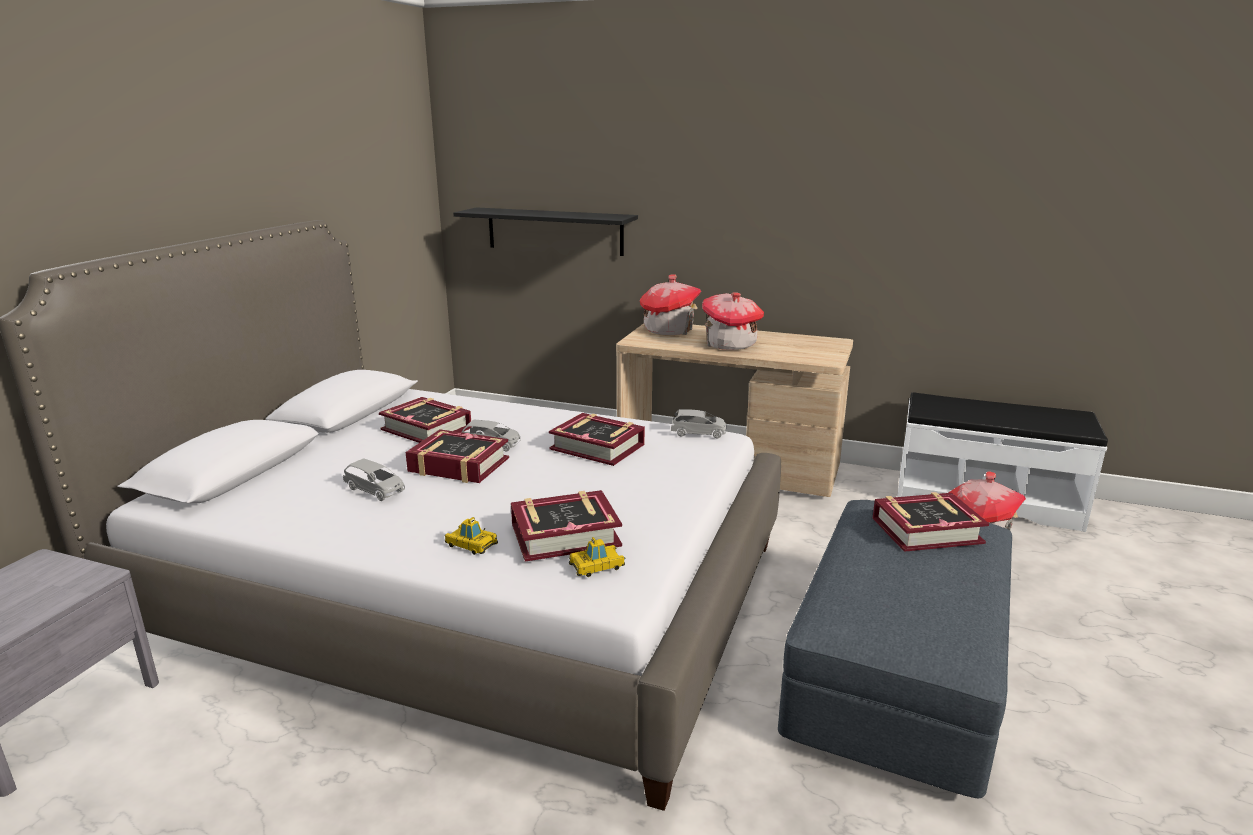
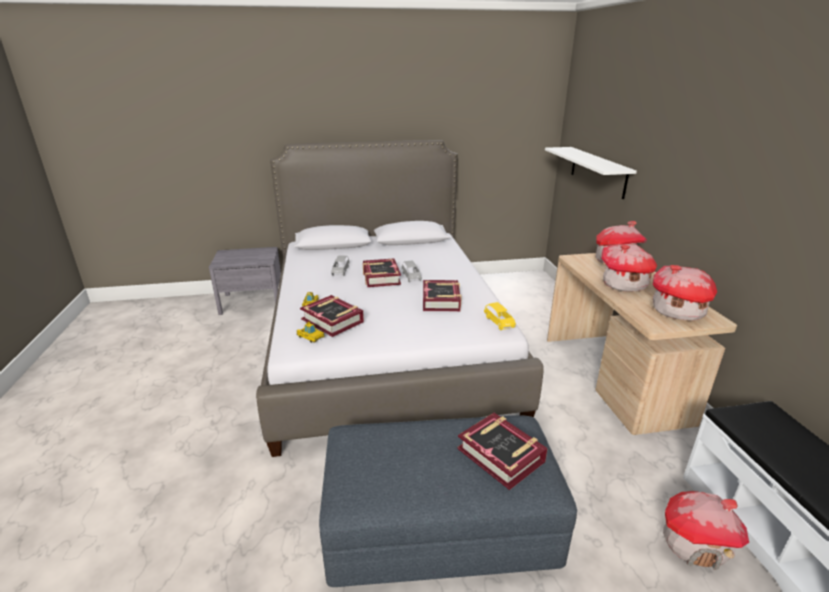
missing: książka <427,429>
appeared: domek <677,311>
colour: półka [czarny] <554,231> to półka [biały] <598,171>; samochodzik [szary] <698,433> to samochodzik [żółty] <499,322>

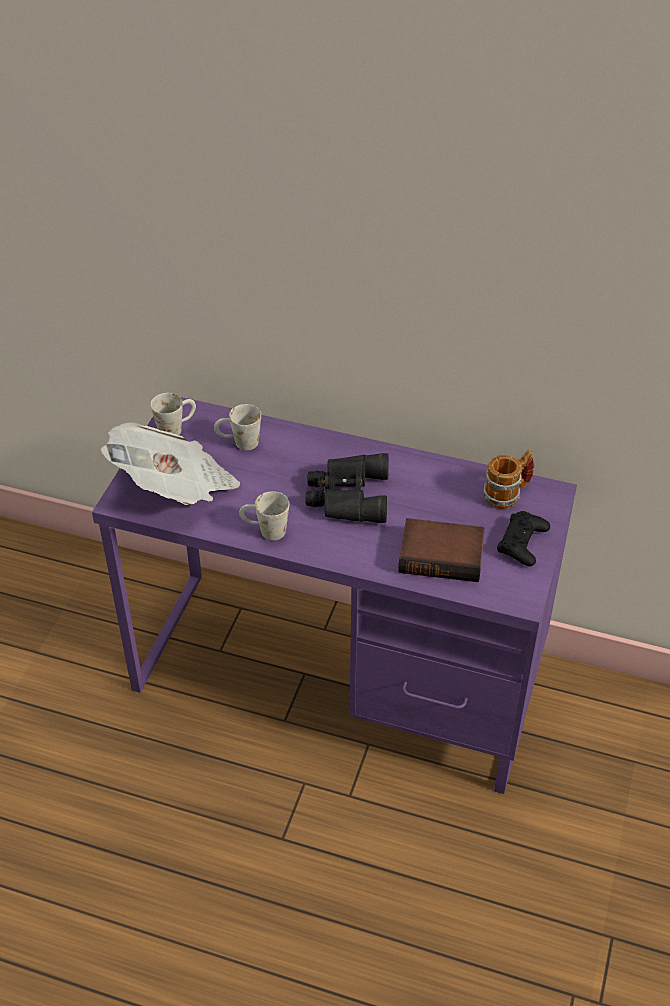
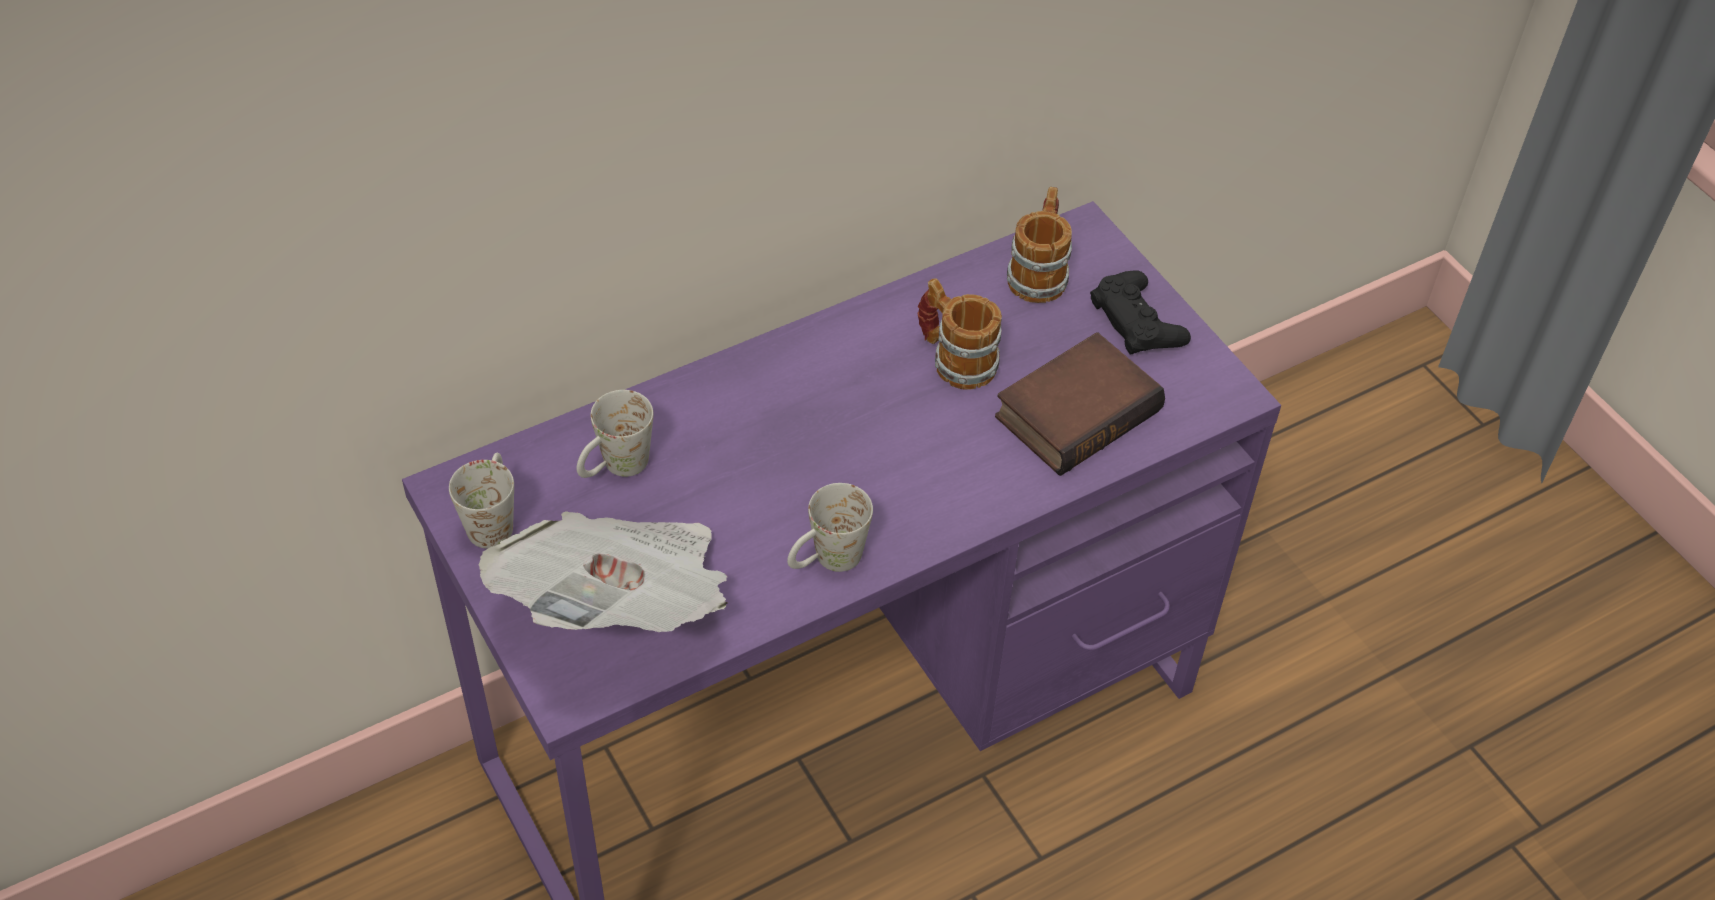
missing: lornetka [czarny] <346,496>
appeared: kubek <955,359>

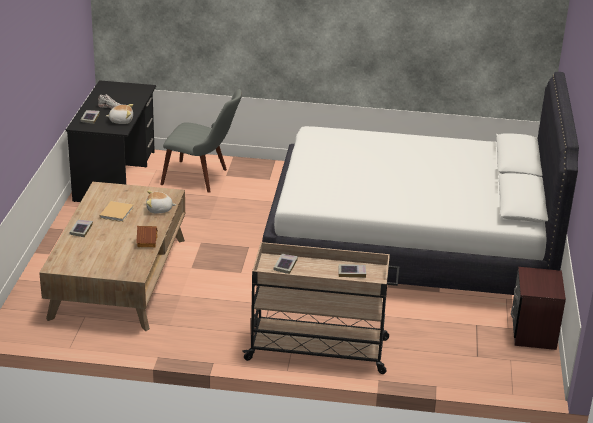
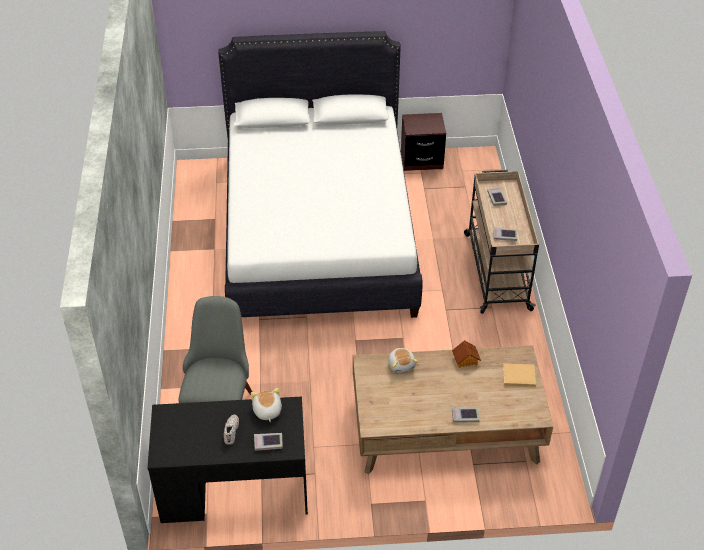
relocated: książka [beżowy] <117,212> to <518,376>

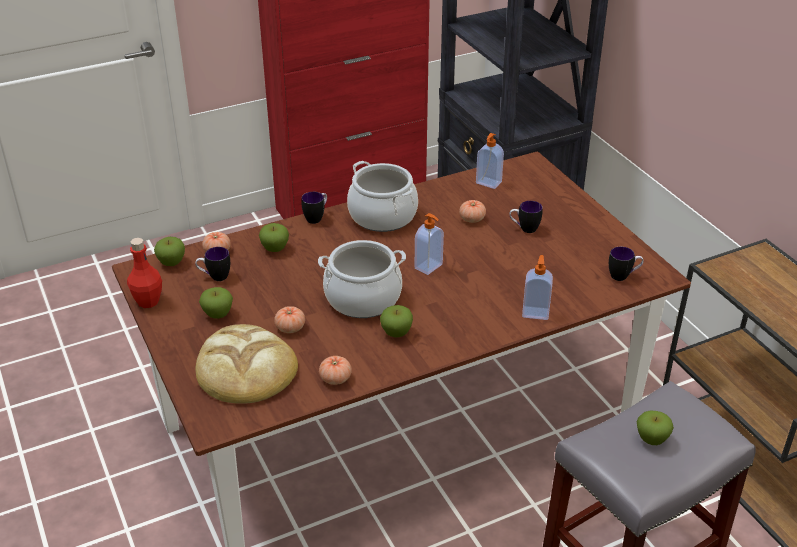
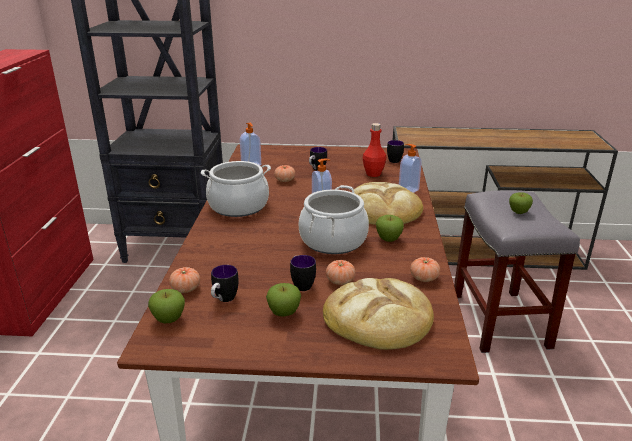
missing: jabłko <275,249>
appeared: chleb <383,209>
relocated: butelka [czerwony] <148,301> to <373,174>; kubek <316,217> to <301,284>

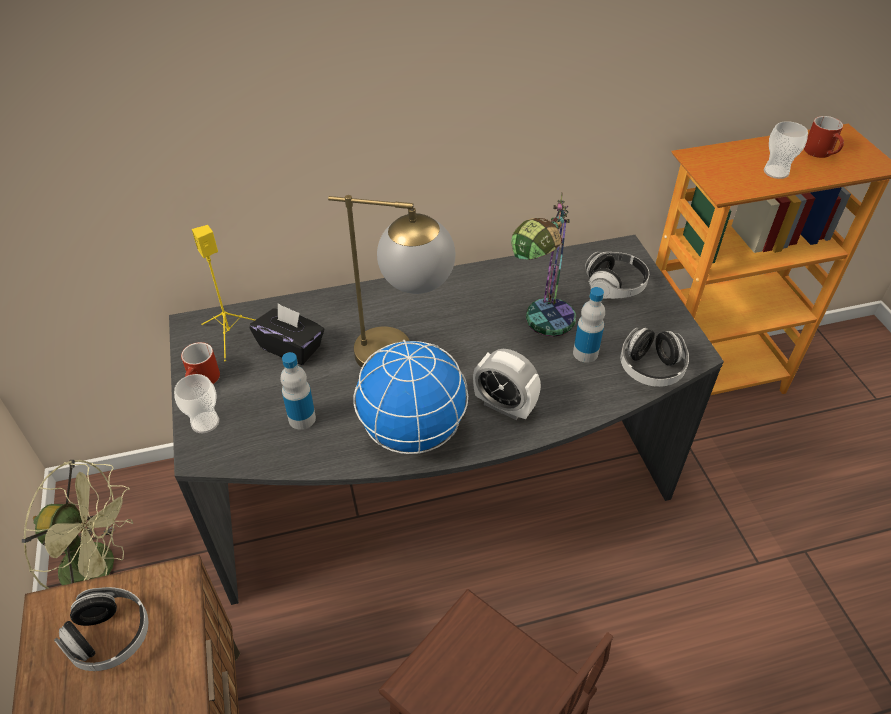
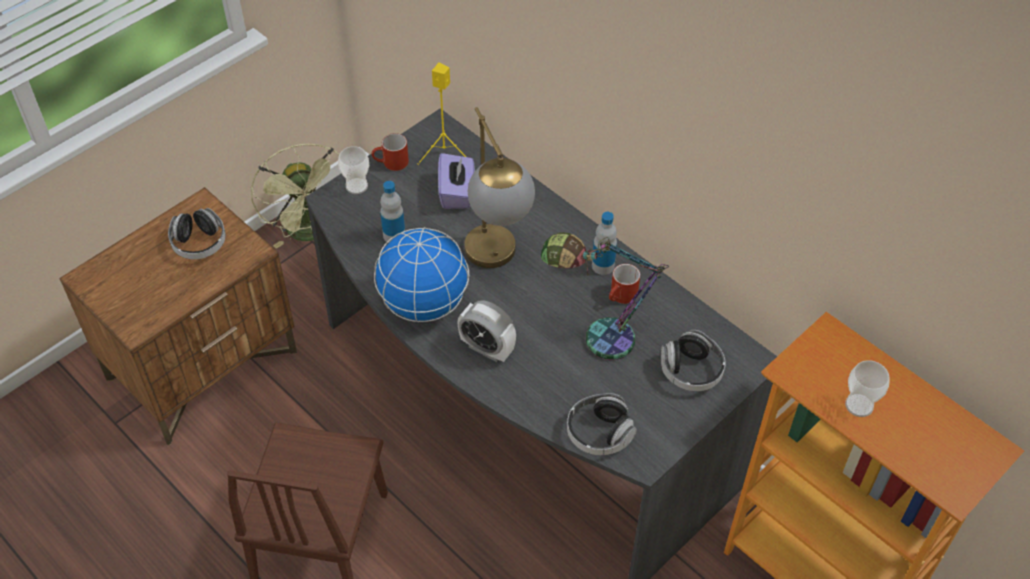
relocated: butelka <585,353> to <603,266>; kubek [czerwony] <822,153> to <621,297>
colour: pudełko chusteczek [czarny] <291,347> to pudełko chusteczek [fioletowy] <457,193>
spun: budzik <504,406> = <487,348> 60 degrees counterclockwise

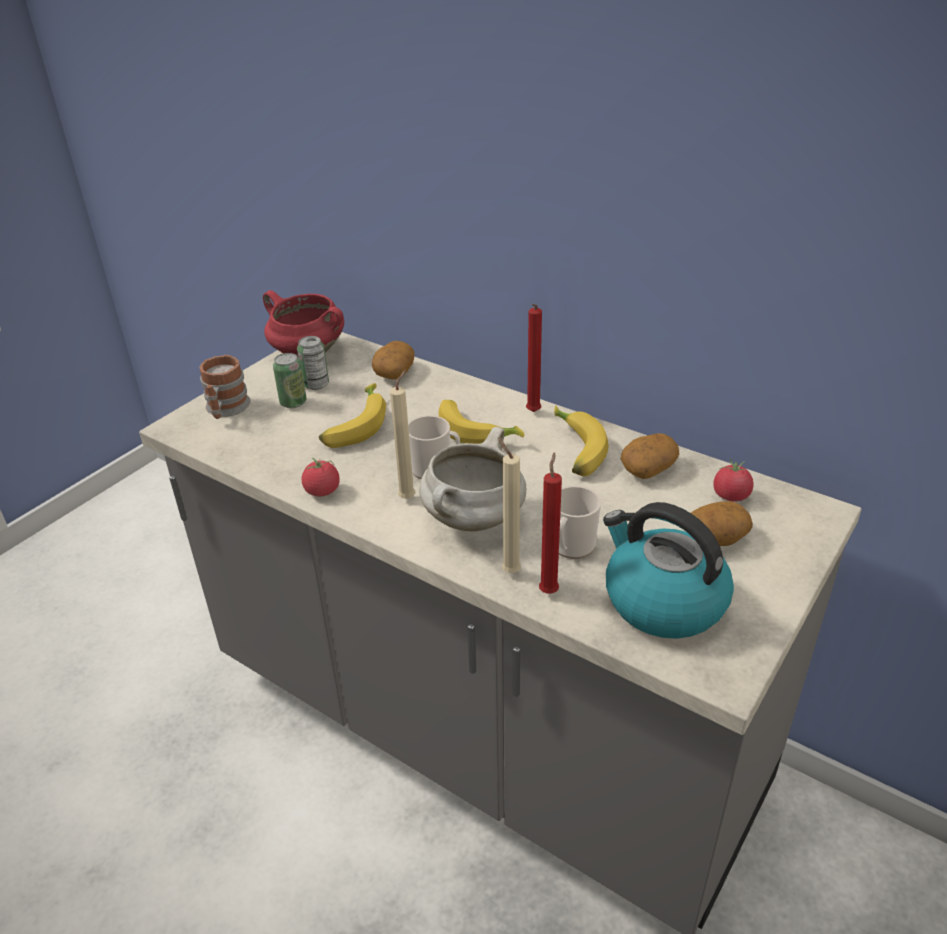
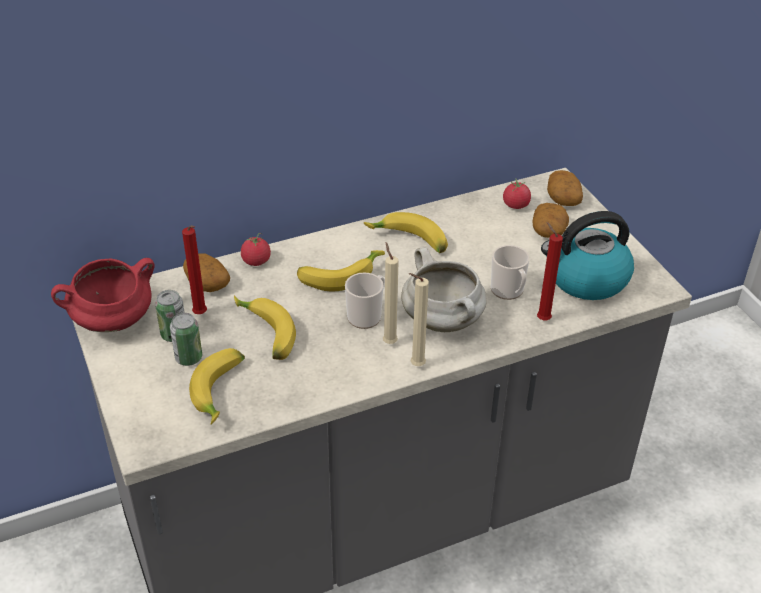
missing: kubek <226,410>
appeared: banan <221,392>
relocated: pomidor <322,491> to <256,261>; świeca [beżowy] <509,570> to <415,365>; świeca [czerwony] <532,413> to <201,315>; ziemniak <648,468> to <562,198>

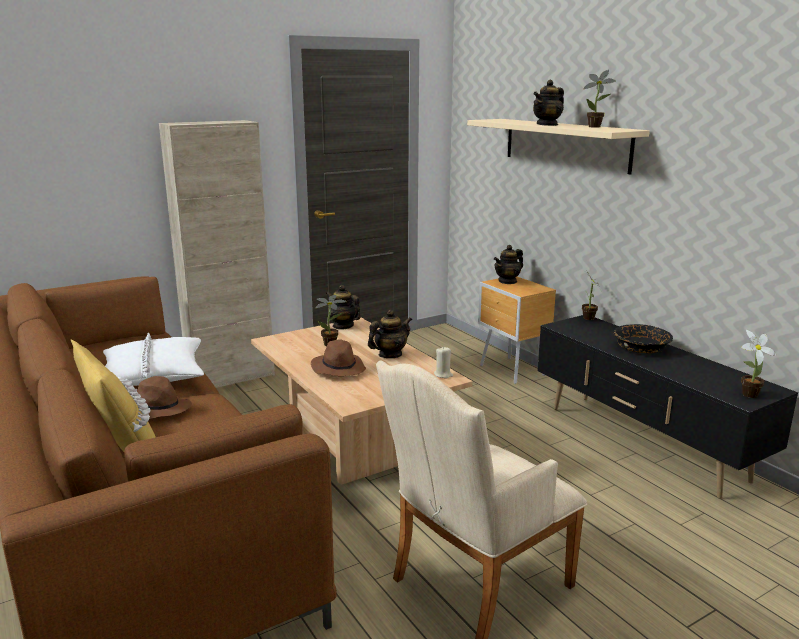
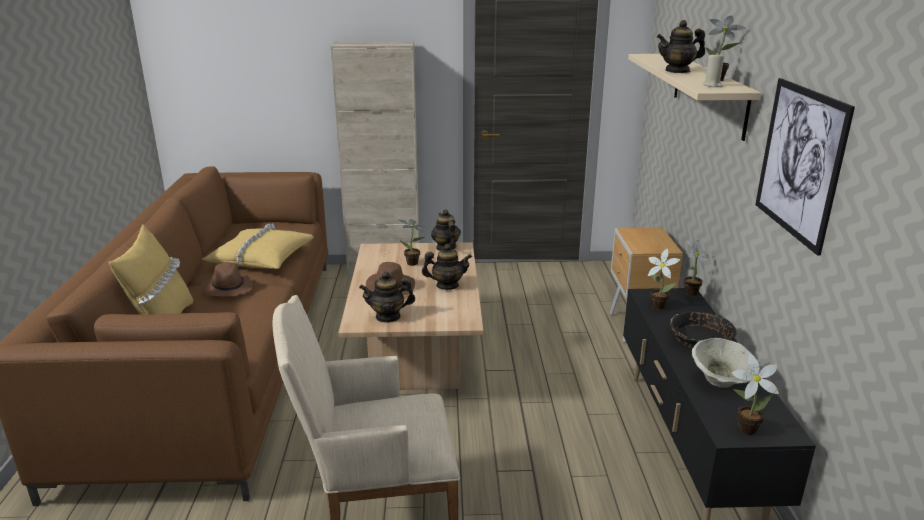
appeared: roślina doniczkowa <656,305>; miska [beżowy] <721,382>; obraz <799,162>
relocated: świeca [beżowy] <443,375> to <712,85>; imbryk <507,281> to <388,316>
colour: poduszka [biały] <153,373> to poduszka [żółty] <260,258>

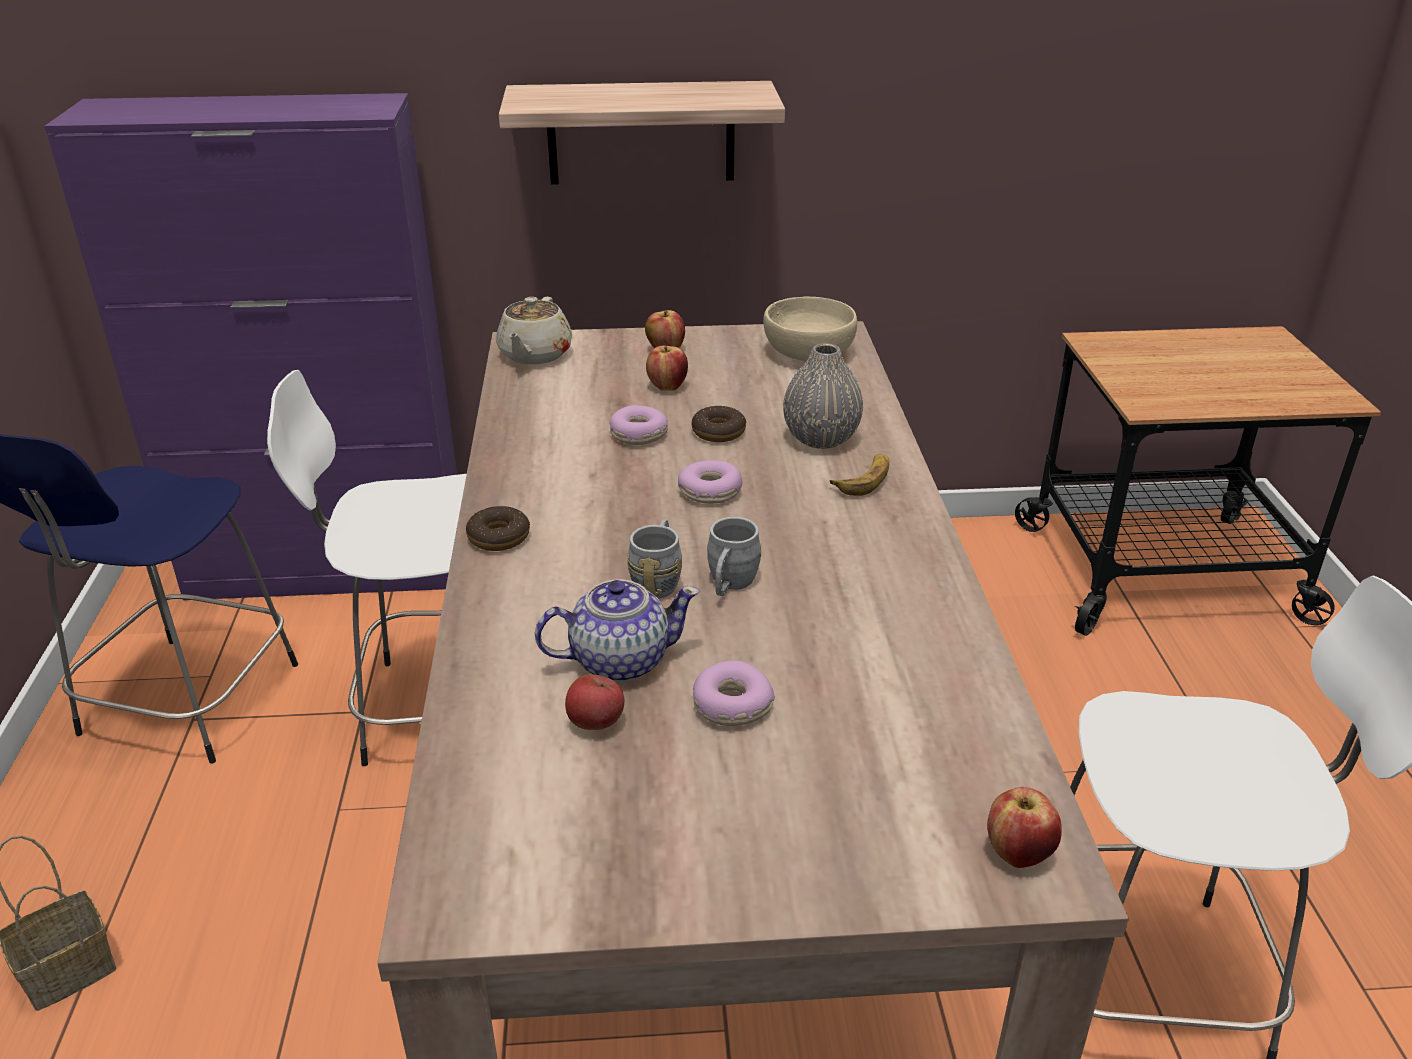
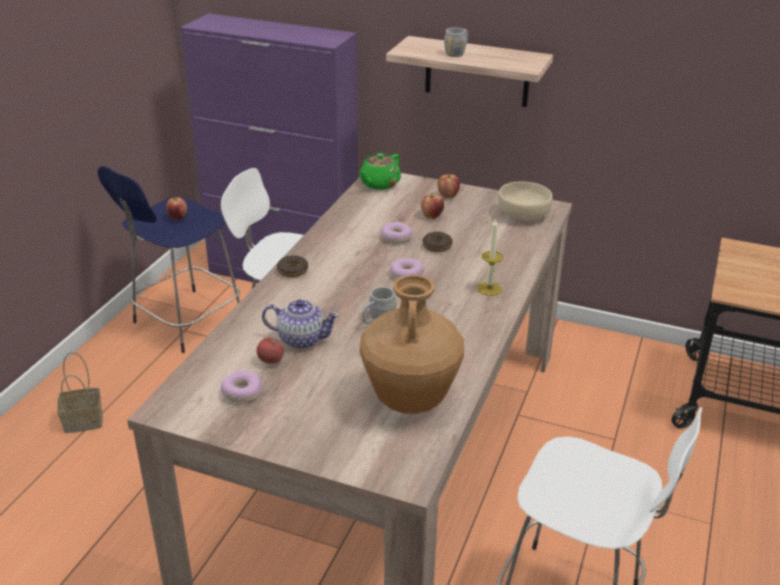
missing: wazon [szary] <821,438>
appeared: wazon [brązowy] <410,401>
relocated: kubek [szary] <658,579> to <457,53>; donut <731,705> to <241,392>; jabłko <1018,853> to <178,217>
exchanged: banan <864,480> to świeca <489,289>
colour: imbryk [beżowy] <534,355> to imbryk [zielony] <379,184>

